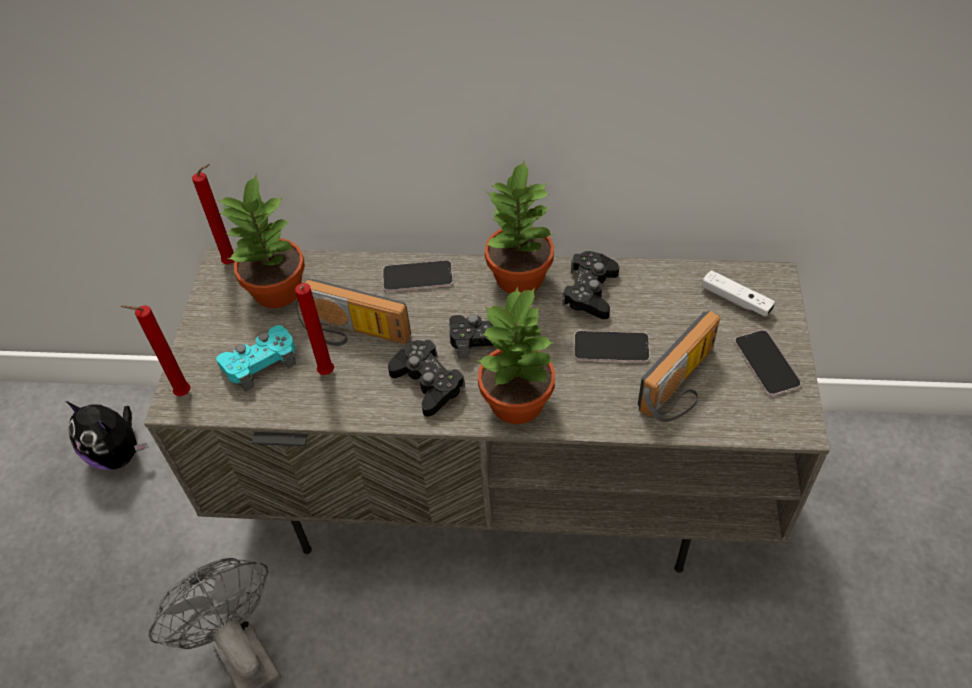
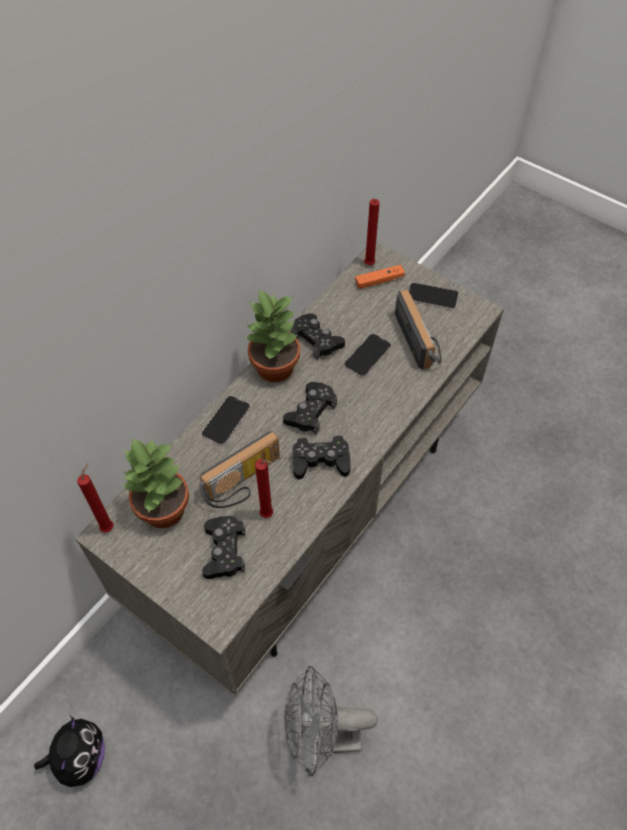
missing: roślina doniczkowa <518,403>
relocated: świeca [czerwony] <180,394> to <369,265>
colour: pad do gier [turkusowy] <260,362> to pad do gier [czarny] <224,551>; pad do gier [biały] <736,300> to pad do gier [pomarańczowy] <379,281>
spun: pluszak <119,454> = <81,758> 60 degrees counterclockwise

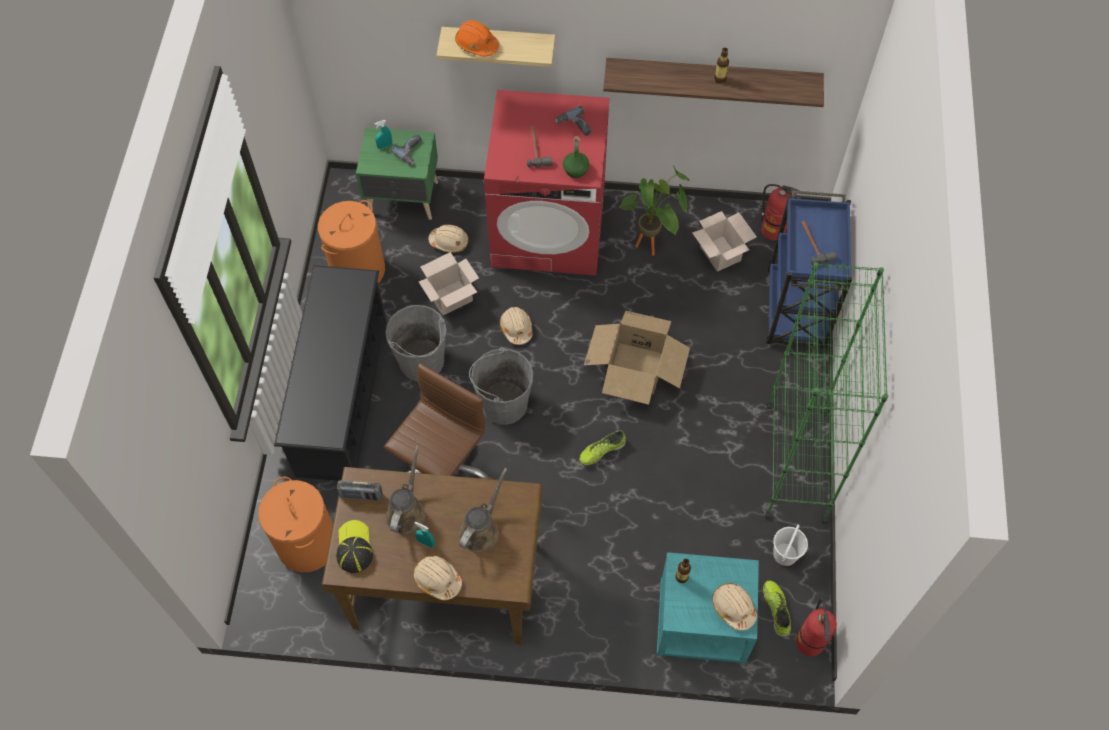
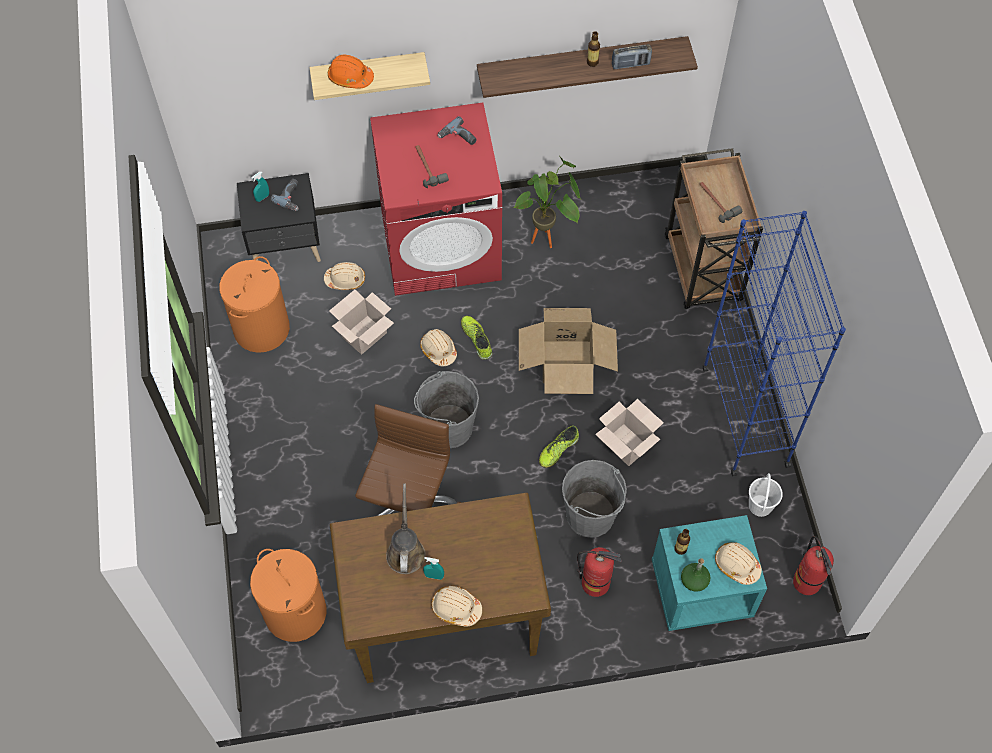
missing: regał na buty [czarny] <341,396>; czapka z daszkiem <354,547>; konewka [brązowy] <481,529>
relocated: radio <361,495> to <630,64>; wiadro [szary] <421,361> to <590,515>; butelka [zielony] <576,170> to <694,580>; karton <721,254> to <627,445>; gaśnica <773,230> to <595,583>; but <776,609> to <477,339>
colour: szafka nocna [zielony] <404,199> to szafka nocna [czarny] <286,247>; regał [zielony] <796,461> to regał [niebieski] <745,415>; wózek [niebieski] <795,311> to wózek [brązowy] <703,271>

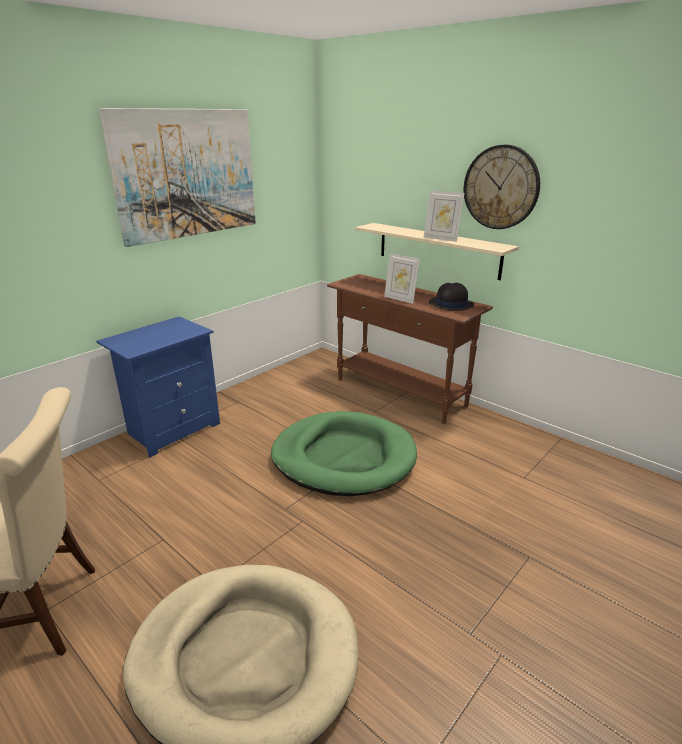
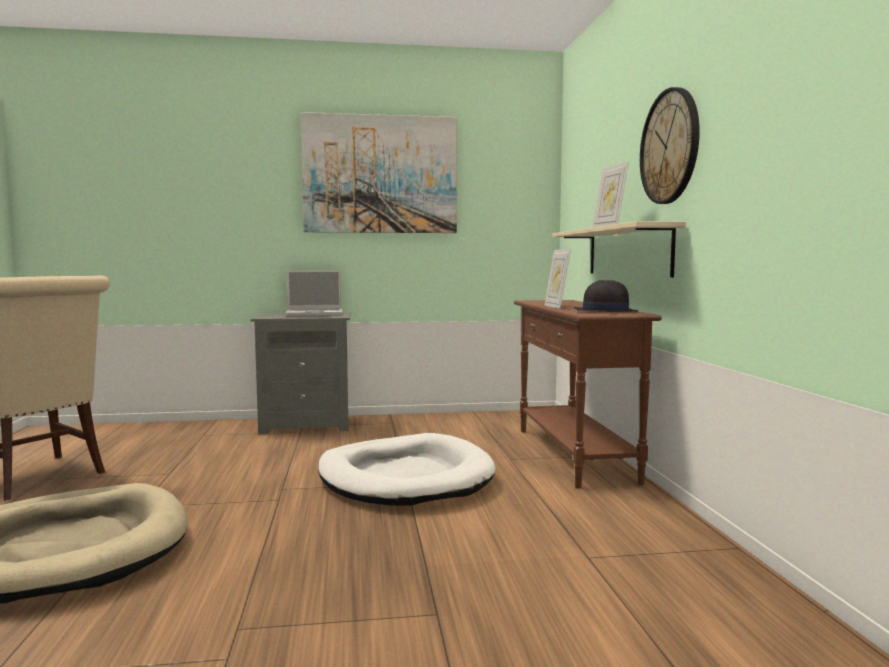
appeared: laptop <315,314>
colour: szafka nocna [niebieski] <172,429> to szafka nocna [szary] <306,424>; legowisko [zielony] <343,458> to legowisko [biały] <405,477>

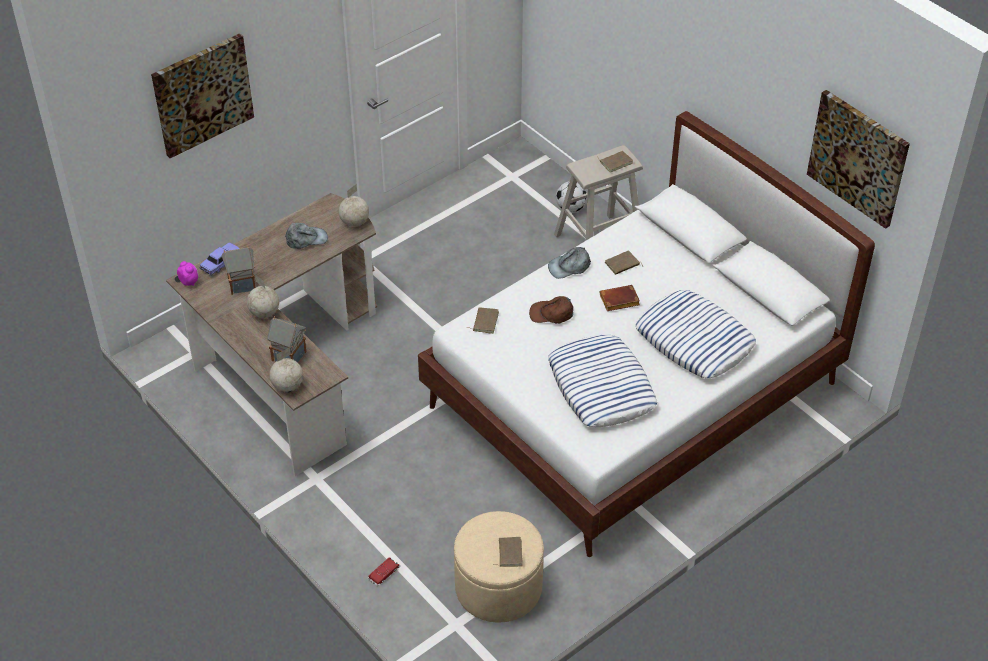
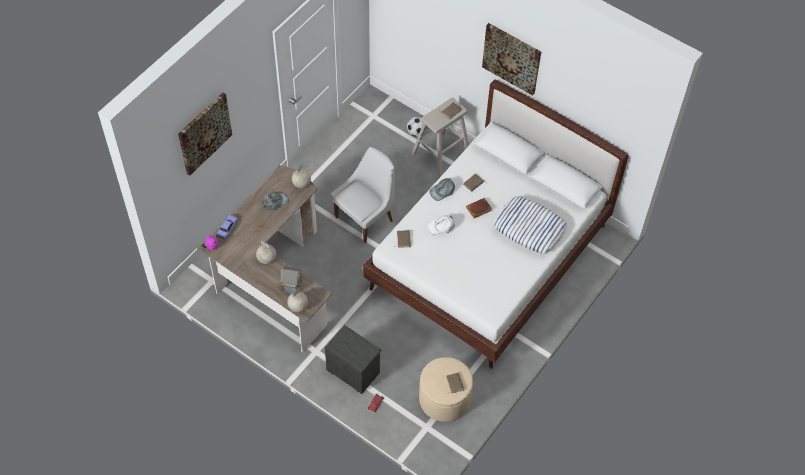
missing: domek <242,283>; poduszka <601,387>
appeared: szafka nocna <353,370>; krzesło [biały] <366,218>
relocated: obraz <858,157> to <512,58>
colour: czapka z daszkiem [brązowy] <551,313> to czapka z daszkiem [biały] <441,226>

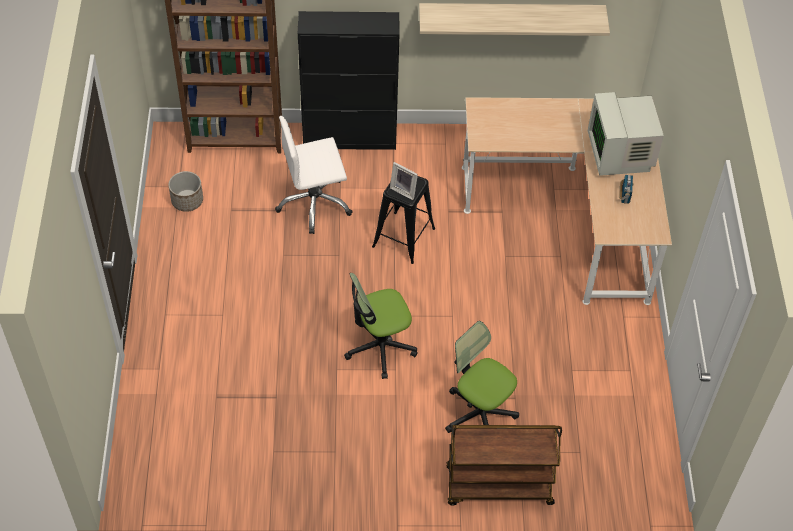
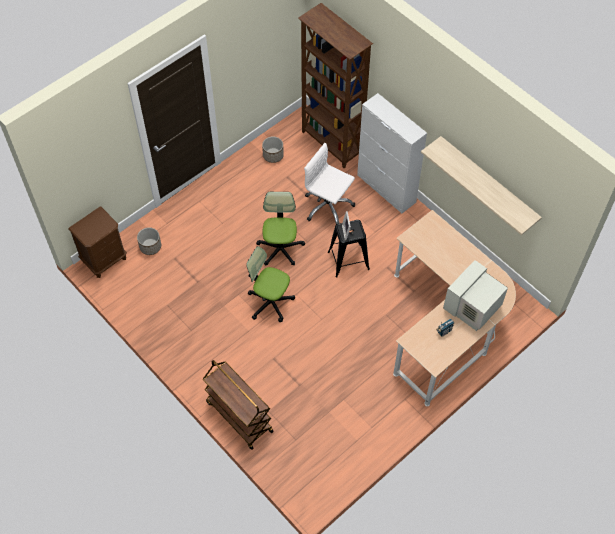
appeared: szafka nocna [brązowy] <104,259>; donica <150,246>
relocated: krzesło biurowe <479,413> to <280,249>
colour: szafka [czarny] <350,138> to szafka [biały] <386,189>

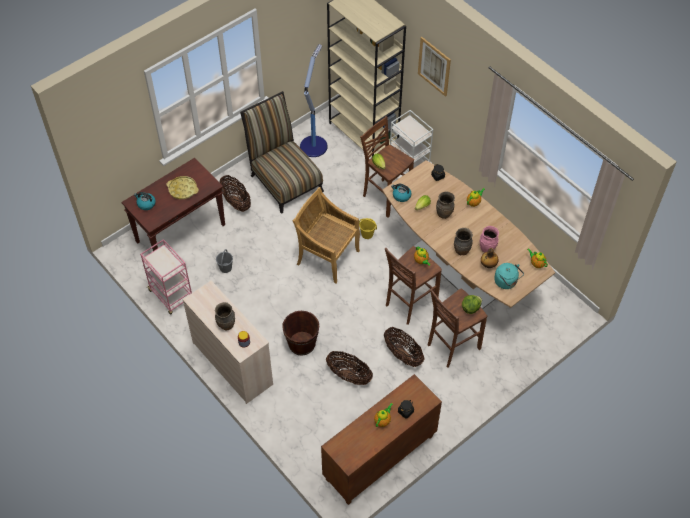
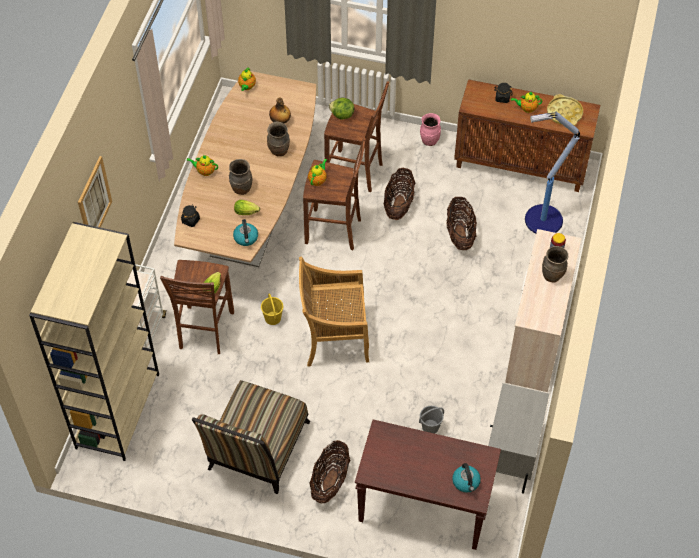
missing: wiadro [brązowy] <302,344>; czajnik [turkusowy] <506,282>
relocated: taca [żółty] <183,189> to <564,113>; lampa stojąca <314,145> to <542,220>; wazon [różowy] <487,248> to <429,141>
exchanged: wózek [różowy] <171,295> to szafka nocna [szary] <511,455>
spun: krzesło [beżowy] <327,257> = <334,337> 90 degrees clockwise

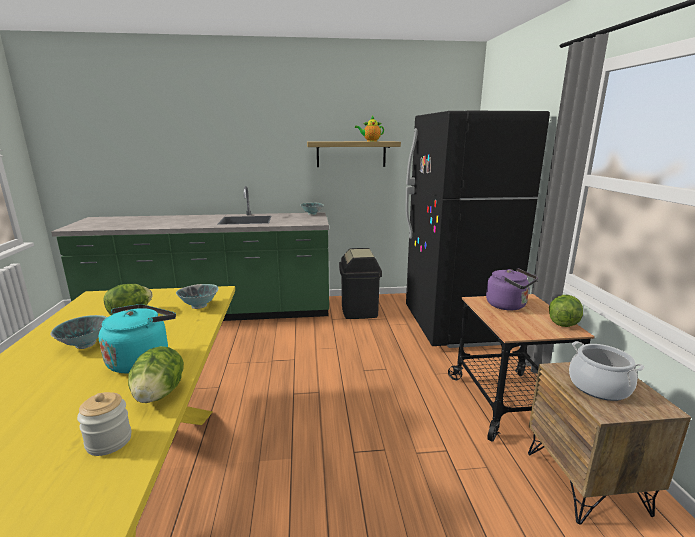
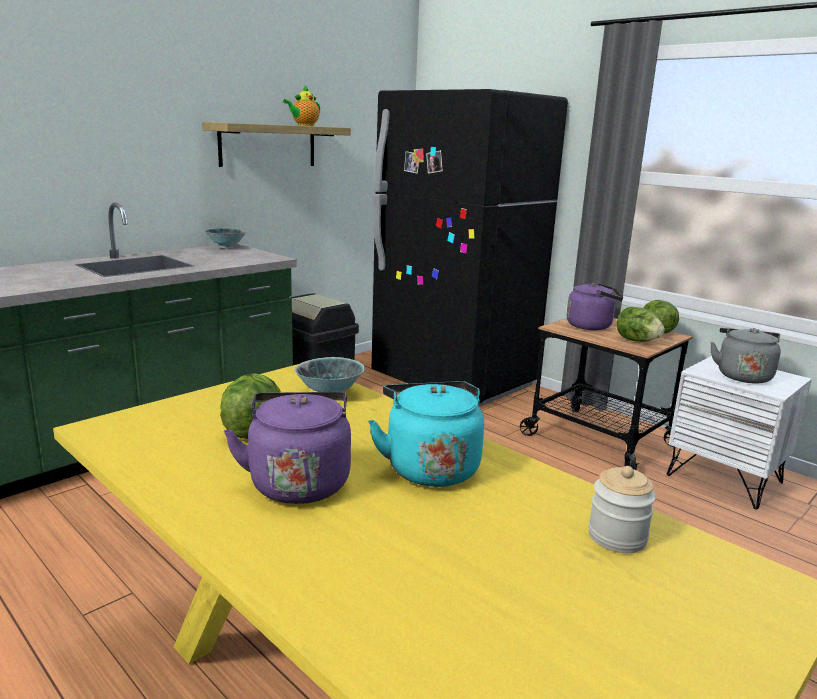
relocated: sałata <159,394> to <636,341>
exchanged: miska <85,344> to czajnik [fioletowy] <299,481>; garnek <599,386> to czajnik [szary] <742,376>
colour: szafka nocna [brązowy] <586,482> to szafka nocna [biały] <724,478>

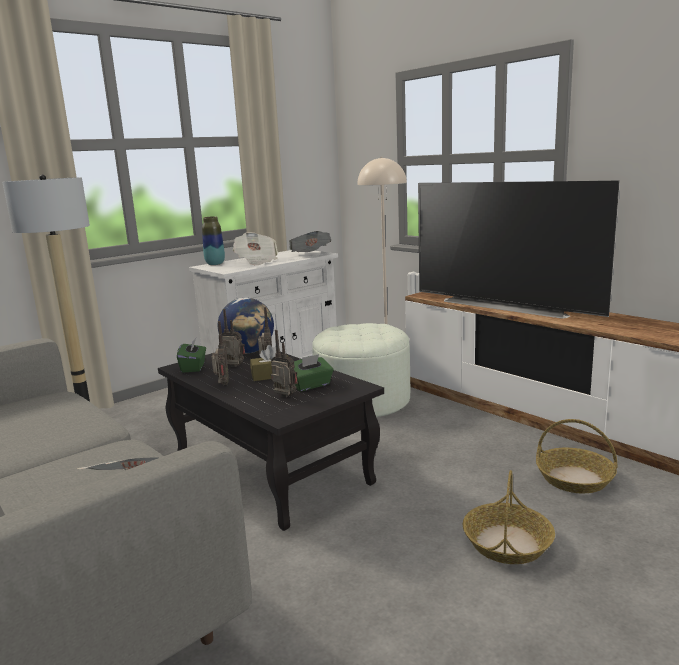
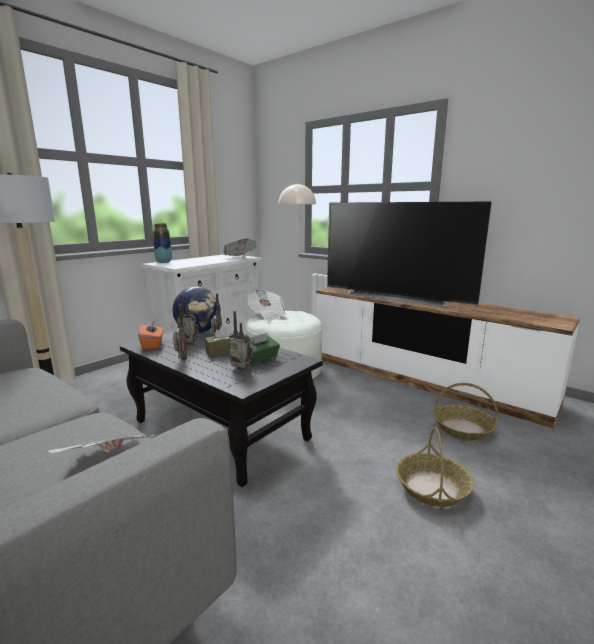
relocated: gazeta <256,261> to <267,315>
colour: pudełko chusteczek [zielony] <194,367> to pudełko chusteczek [pomarańczowy] <152,345>

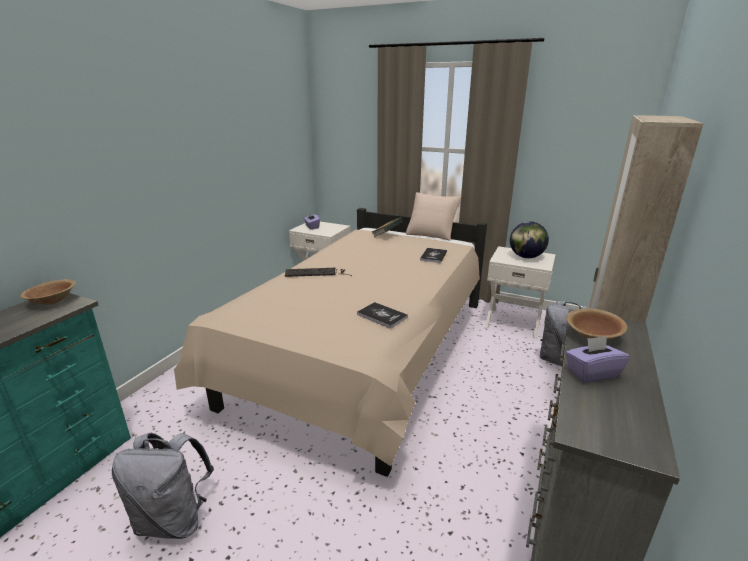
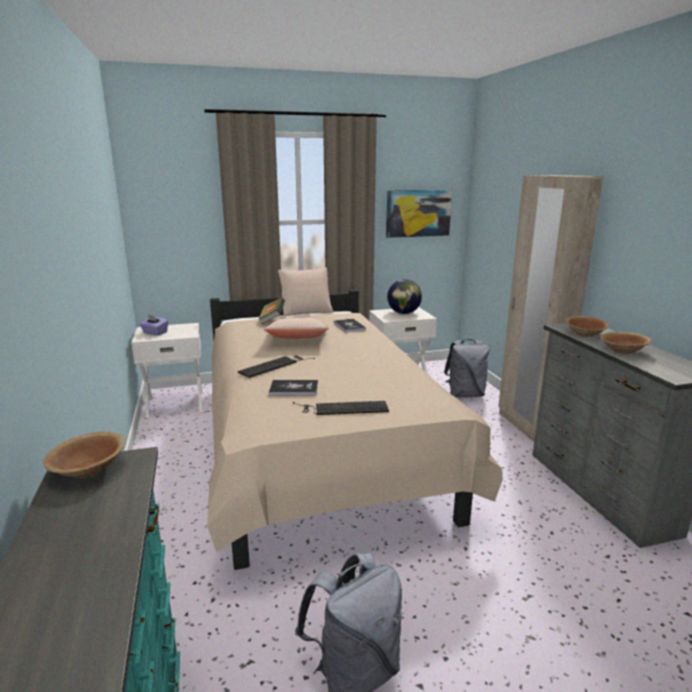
appeared: poduszka [beżowy] <298,340>; klawiatura <342,408>; obraz <418,213>
relocated: książka <382,316> to <294,389>
exchanged: pudełko chusteczek [fioletowy] <592,373> to miska [brązowy] <623,351>

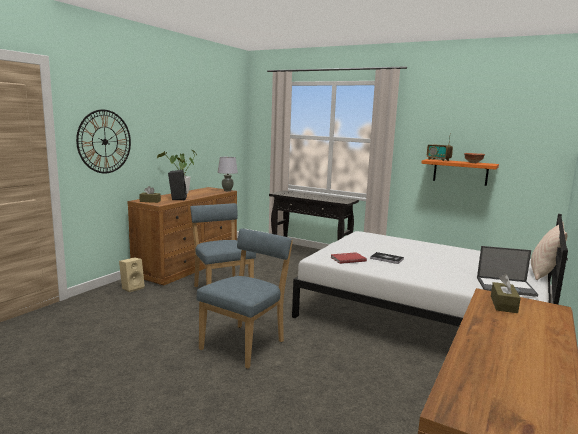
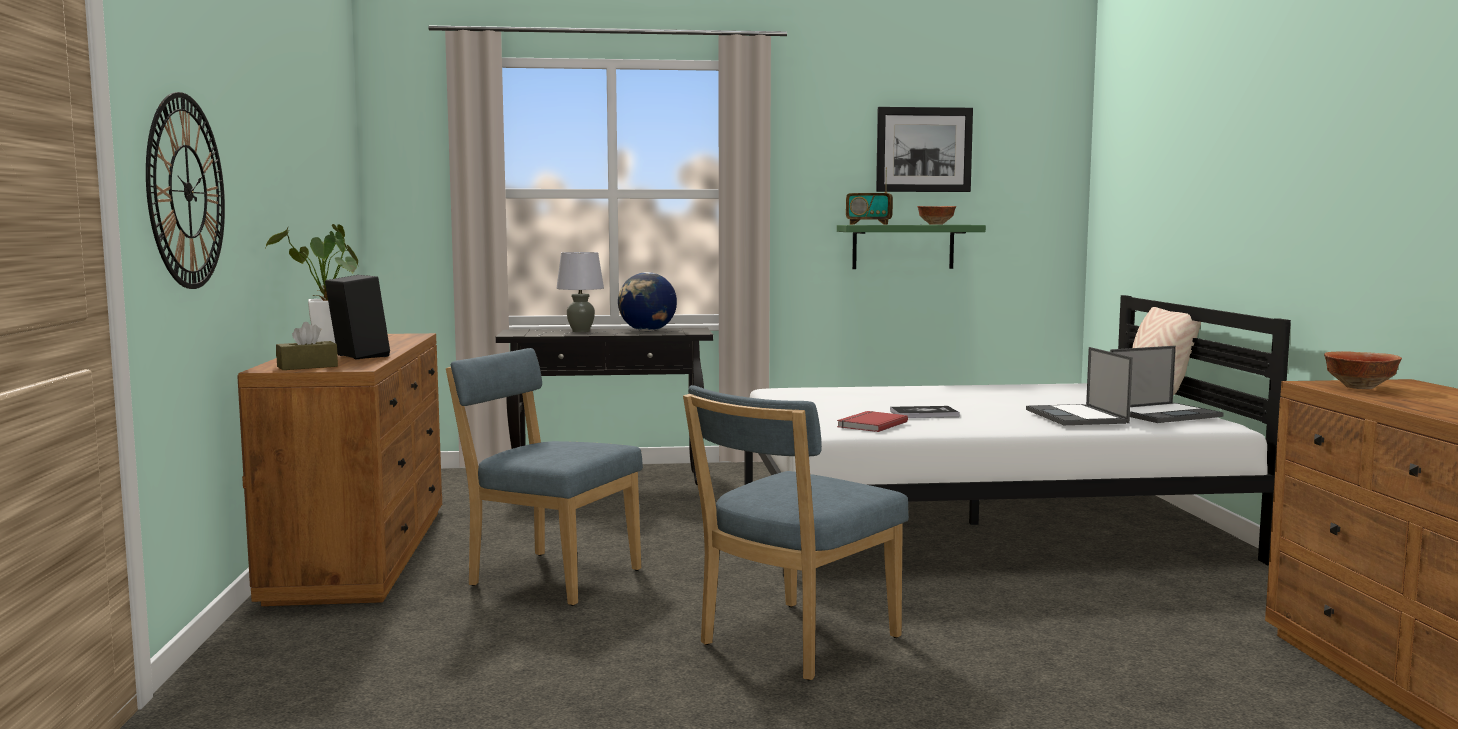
missing: głośnik [beżowy] <132,287>
appeared: globus <647,331>; obraz <924,149>; laptop <1077,416>
relocated: lampa stołowa [szary] <227,190> to <580,331>
exchanged: pudełko chusteczek [brązowy] <503,304> to miska <1361,387>
colour: półka [pomarańczowy] <460,172> to półka [zielony] <903,246>
spun: krzesło [niebieski] <245,344> = <793,643> 135 degrees counterclockwise

